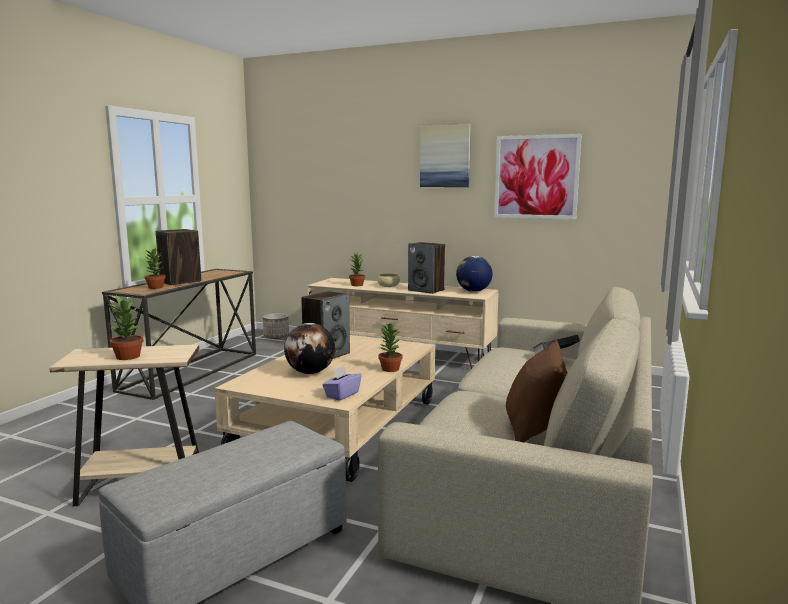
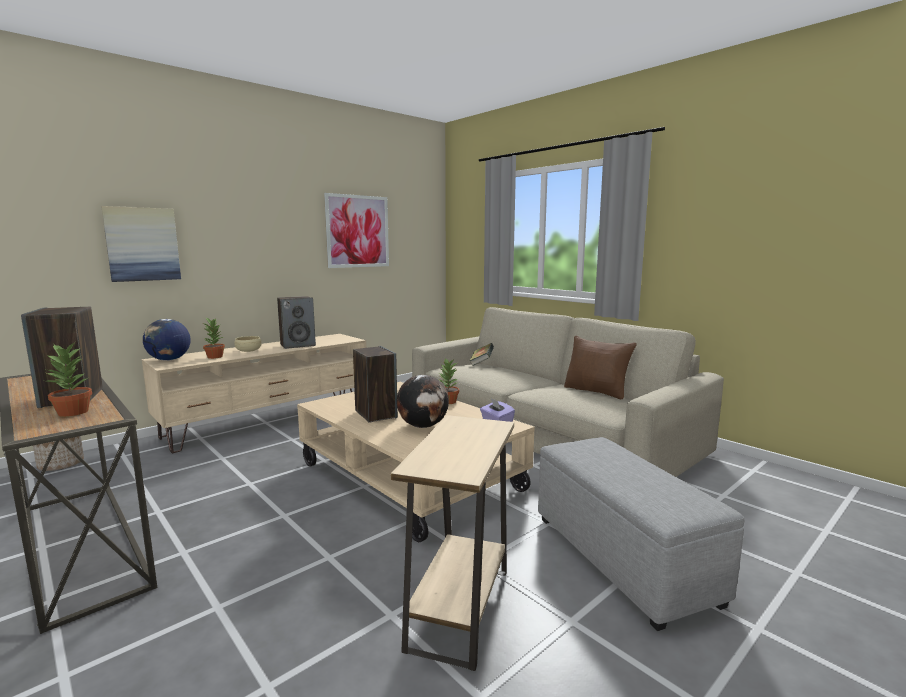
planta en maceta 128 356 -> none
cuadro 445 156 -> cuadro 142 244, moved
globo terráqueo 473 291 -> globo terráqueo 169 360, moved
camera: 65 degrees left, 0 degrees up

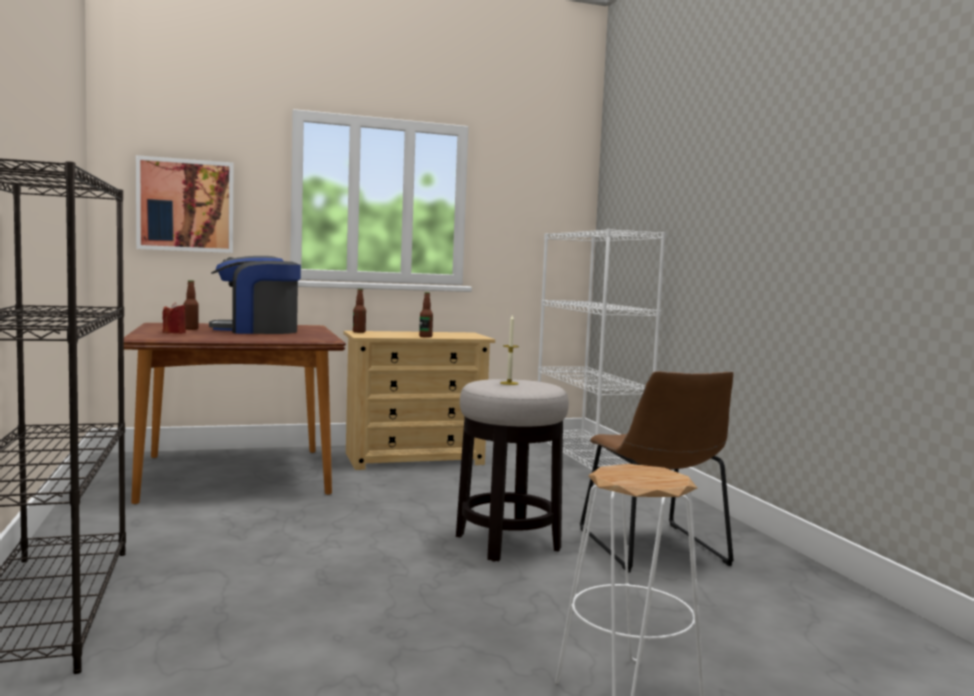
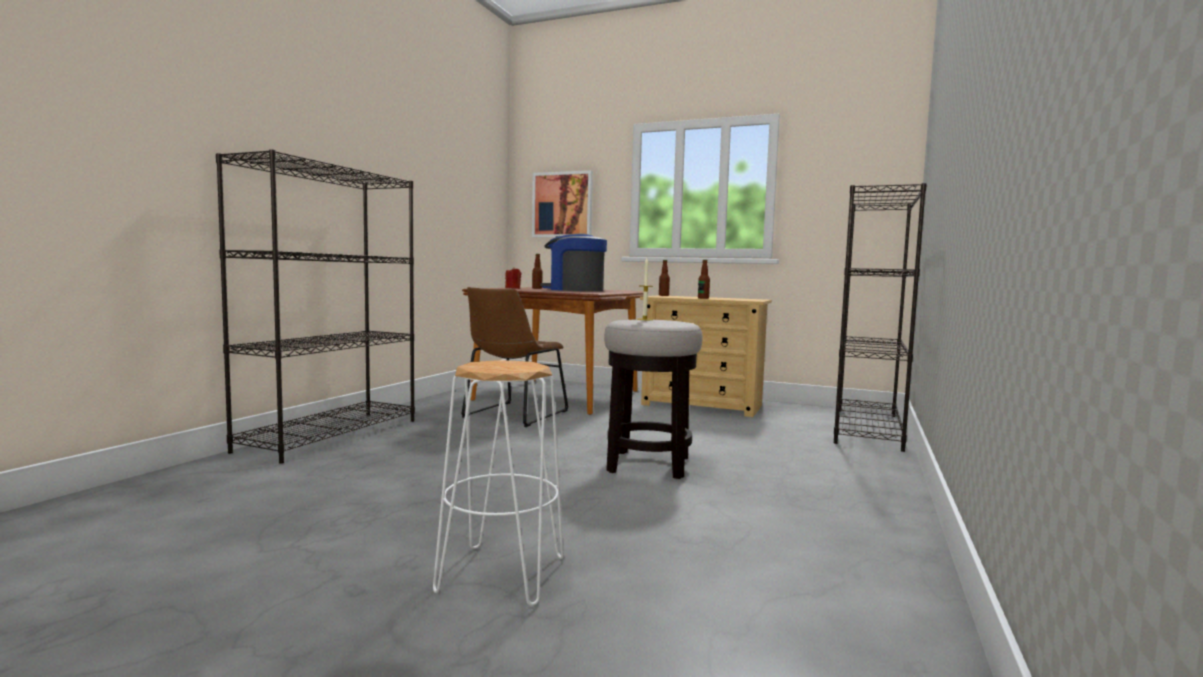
silla/marrón 655 549 -> silla/marrón 513 415, moved
estantería/blanco 588 459 -> estantería/negro 868 429
camera: 40 degrees right, 0 degrees up

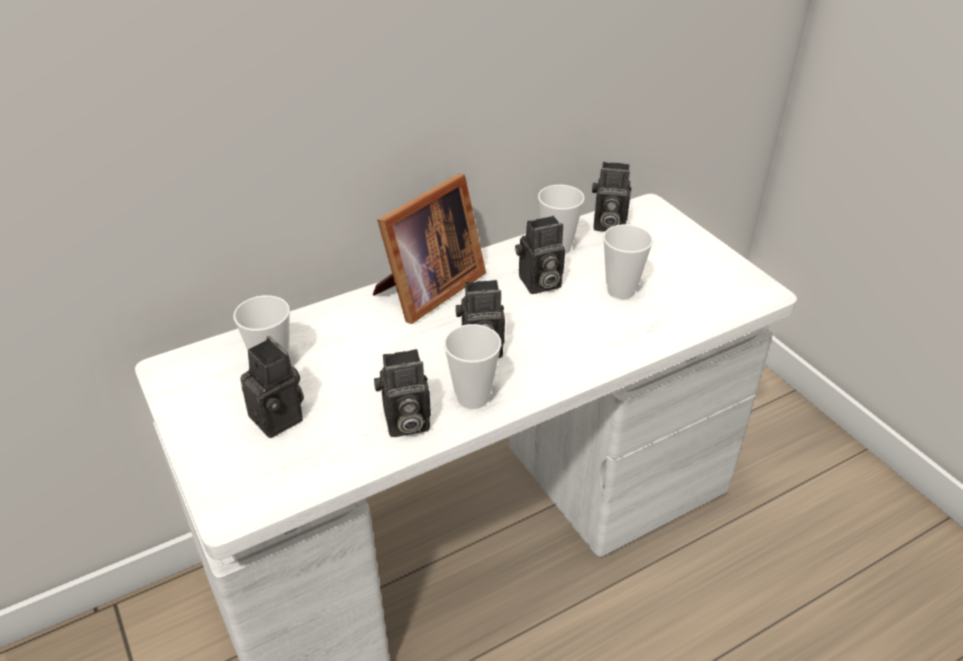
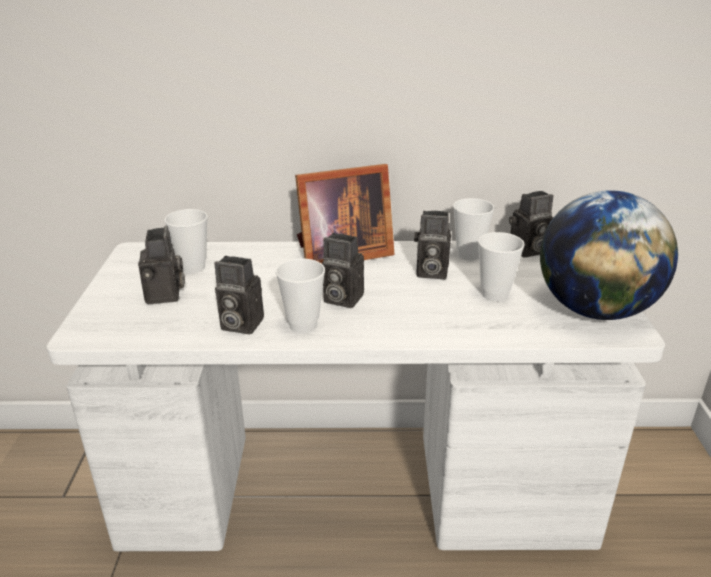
none -> globo terráqueo 595 310
cámara 607 225 -> cámara 527 251, 60 degrees counterclockwise
camera: 30 degrees right, 10 degrees down

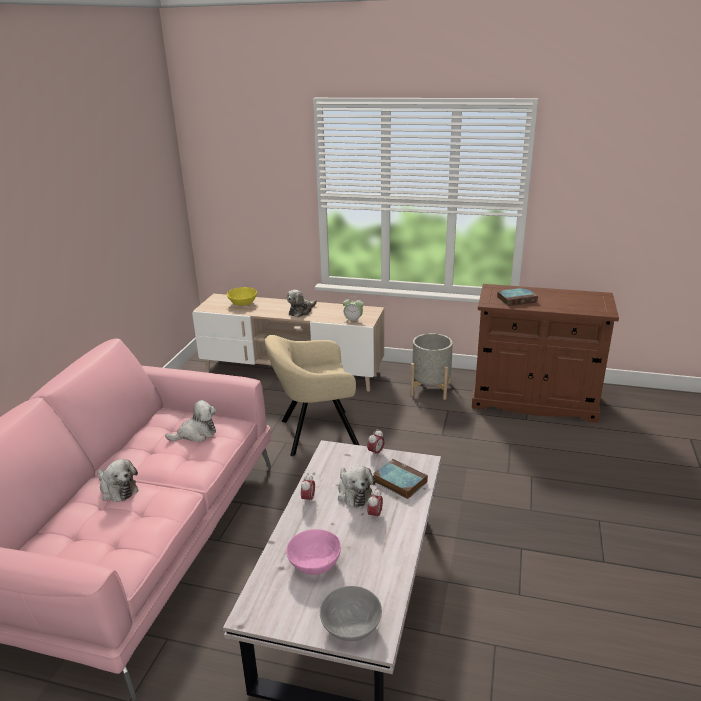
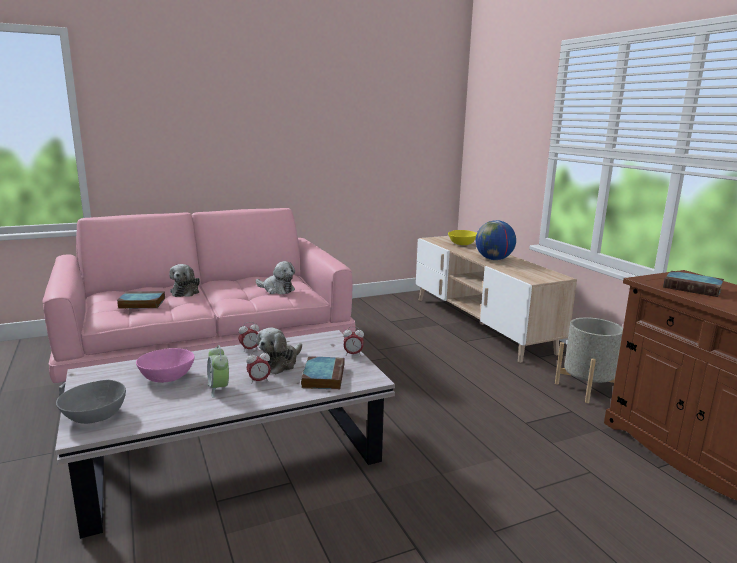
sillón/beis 315 433 -> none
none -> libro 140 303
despertador 353 321 -> despertador 219 389, moved
peluche 301 311 -> globo terráqueo 494 259
camera: 50 degrees right, 10 degrees down

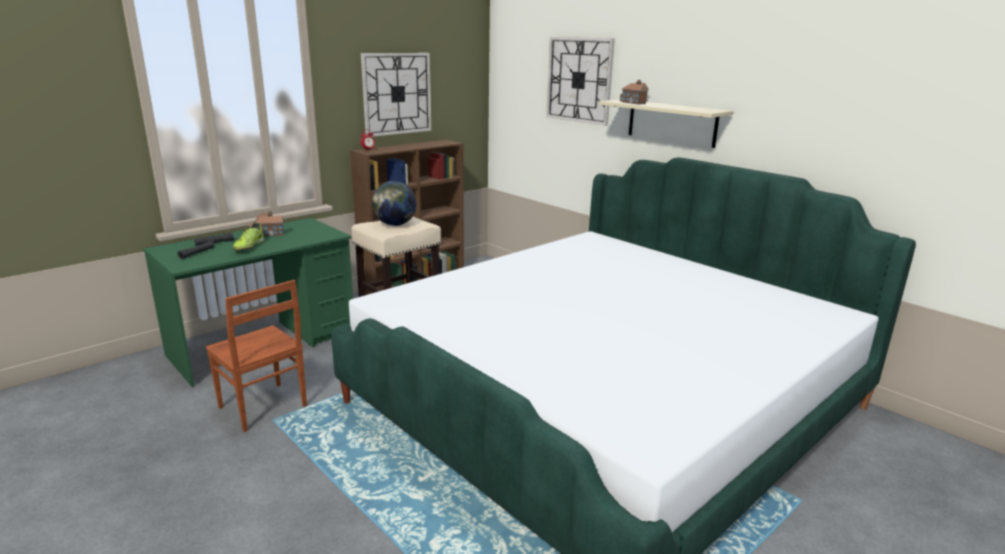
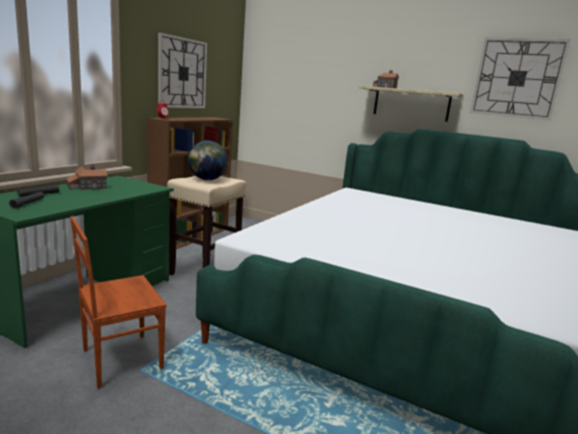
zapato 249 247 -> none
reloj de pared 579 80 -> reloj de pared 517 78, moved
silla/marrón 262 407 -> silla/marrón 120 359, 120 degrees clockwise
camera: 20 degrees left, 5 degrees down

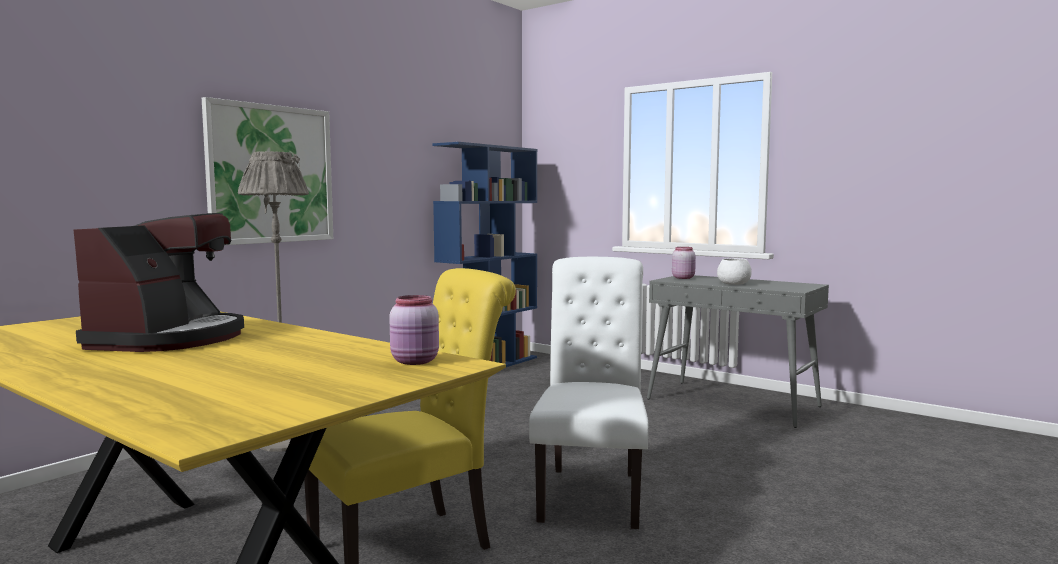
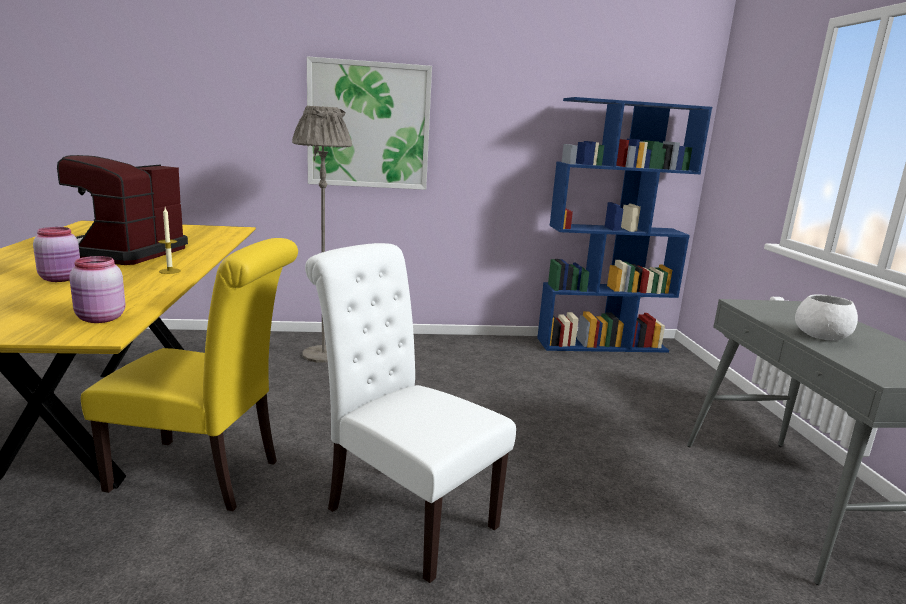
none -> vela 170 271
tarro/rosa 683 278 -> tarro/rosa 62 279, moved
cafetera 170 339 -> cafetera 125 253, 135 degrees clockwise
silla/blanco 592 492 -> silla/blanco 402 513, 105 degrees counterclockwise
camera: 45 degrees right, 10 degrees up

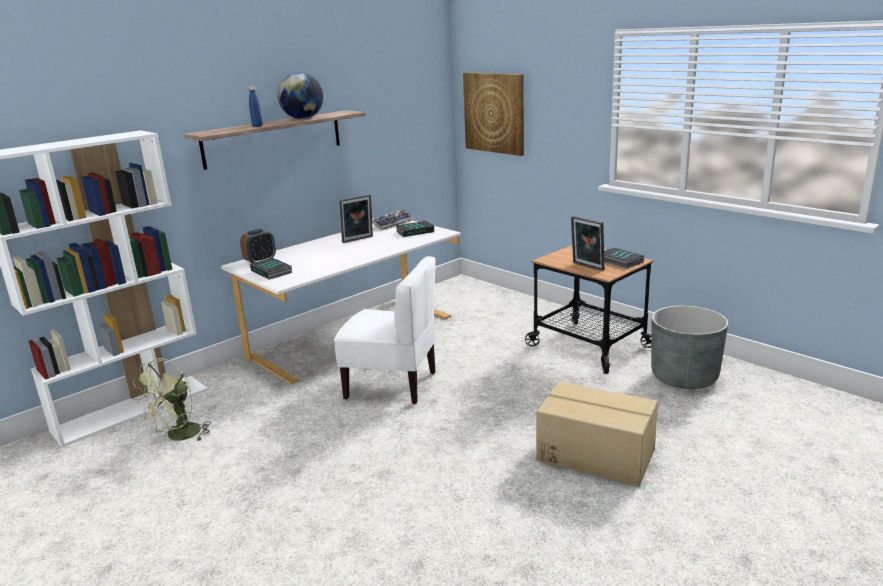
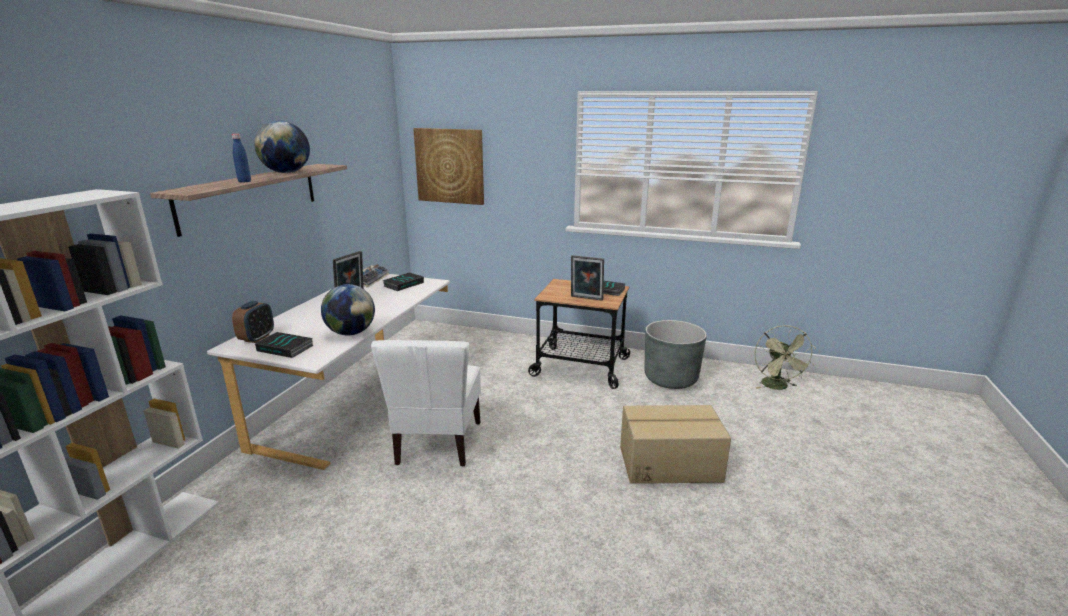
none -> globo terráqueo 351 333
ventilador/verde 179 436 -> ventilador/verde 777 387, moved
silla/blanco 392 384 -> silla/blanco 437 443, 105 degrees clockwise
camera: 30 degrees left, 0 degrees up

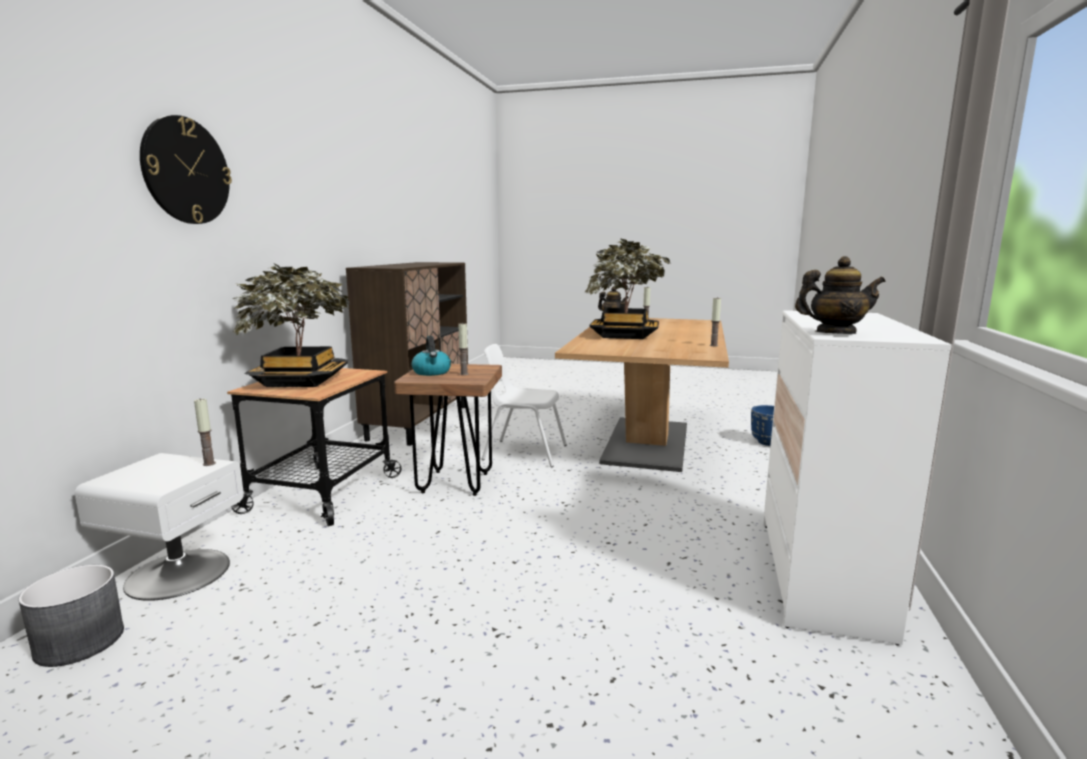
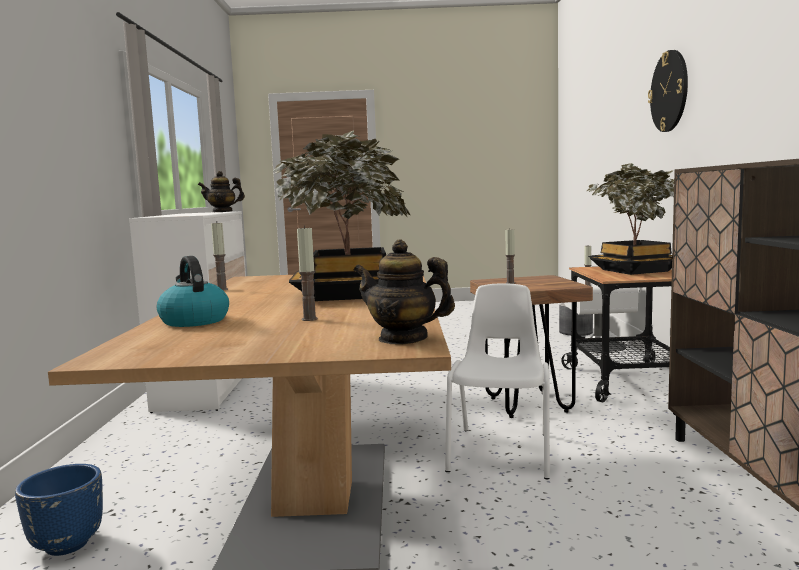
hervidor 432 372 -> hervidor 194 321, moved
silla/blanco 524 452 -> silla/blanco 501 451, 75 degrees counterclockwise
camera: 165 degrees right, 5 degrees down

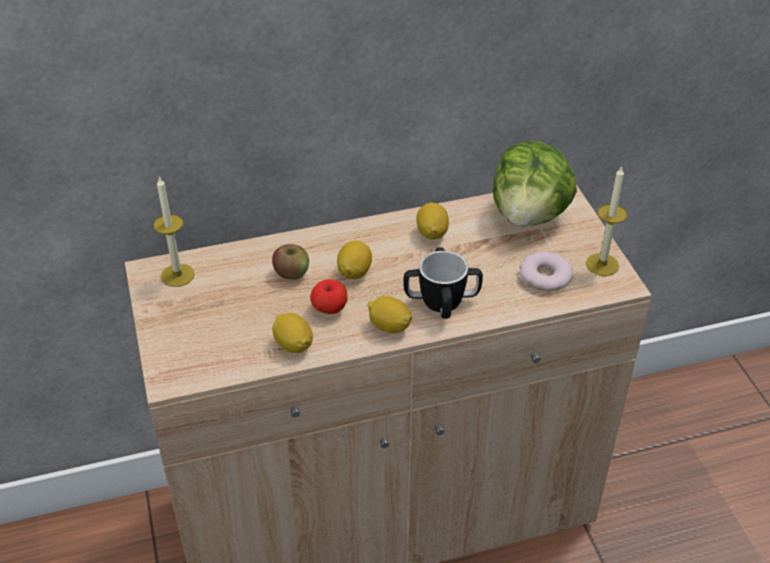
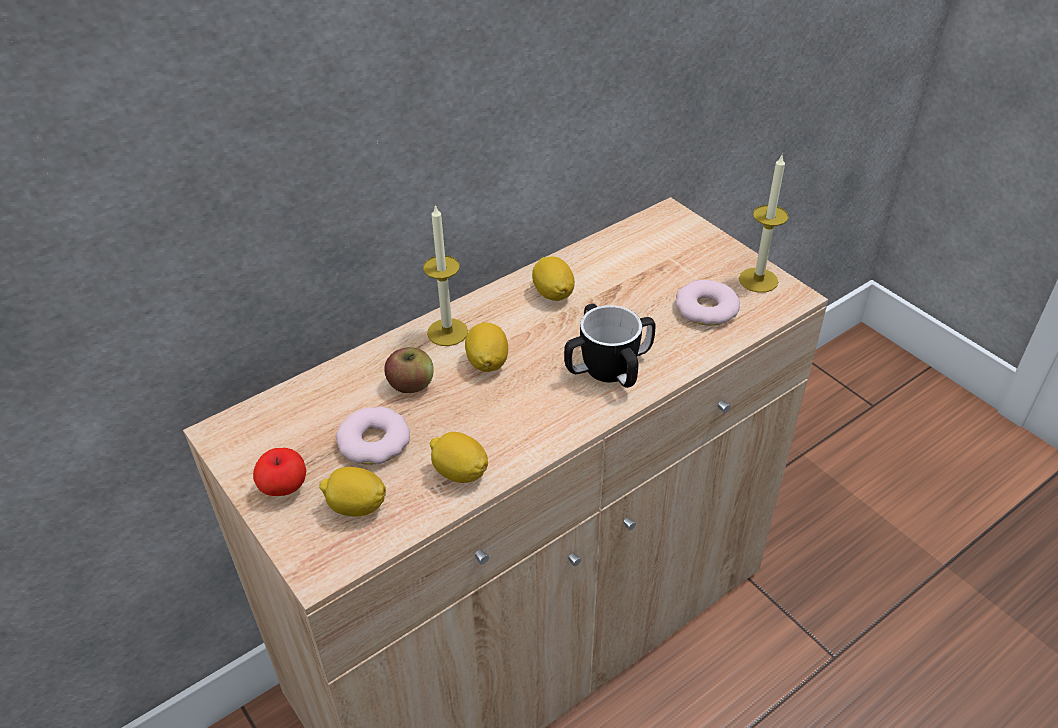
lechuga 529 215 -> none
none -> rosquilla 374 441
vela 177 275 -> vela 447 332, moved
manzana 329 309 -> manzana 284 488, moved
limón 389 326 -> limón 356 506, moved
camera: 20 degrees left, 0 degrees up

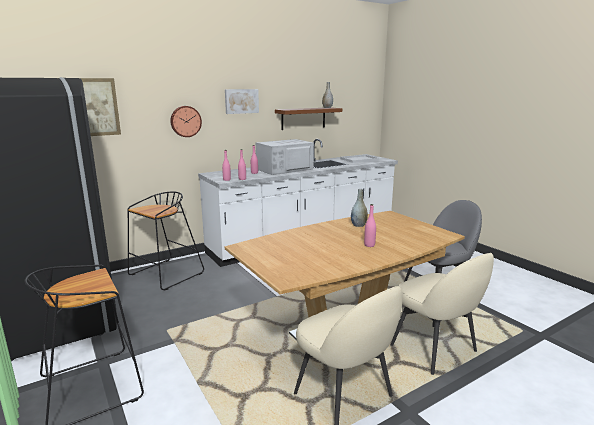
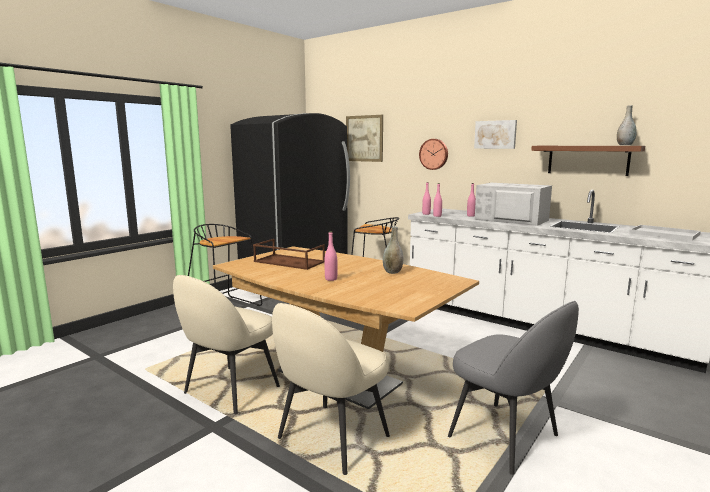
none -> bandeja/marrón 288 262
camera: 70 degrees right, 5 degrees down

